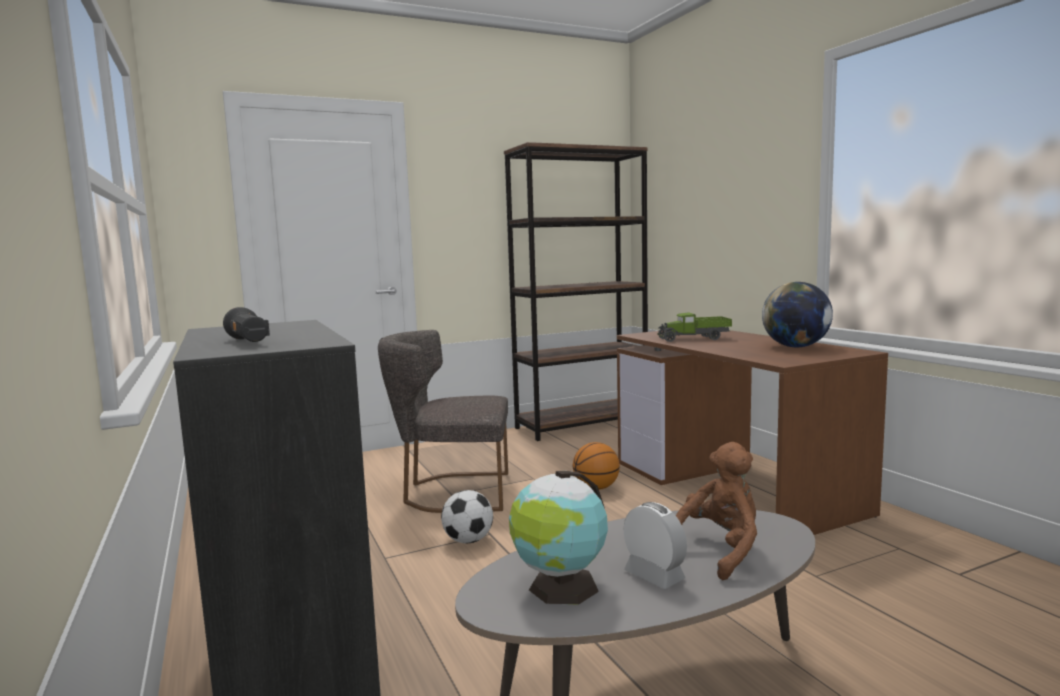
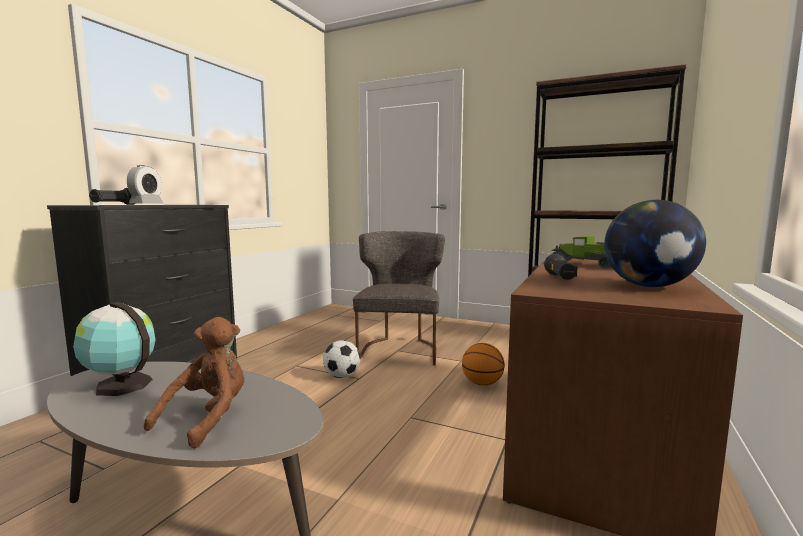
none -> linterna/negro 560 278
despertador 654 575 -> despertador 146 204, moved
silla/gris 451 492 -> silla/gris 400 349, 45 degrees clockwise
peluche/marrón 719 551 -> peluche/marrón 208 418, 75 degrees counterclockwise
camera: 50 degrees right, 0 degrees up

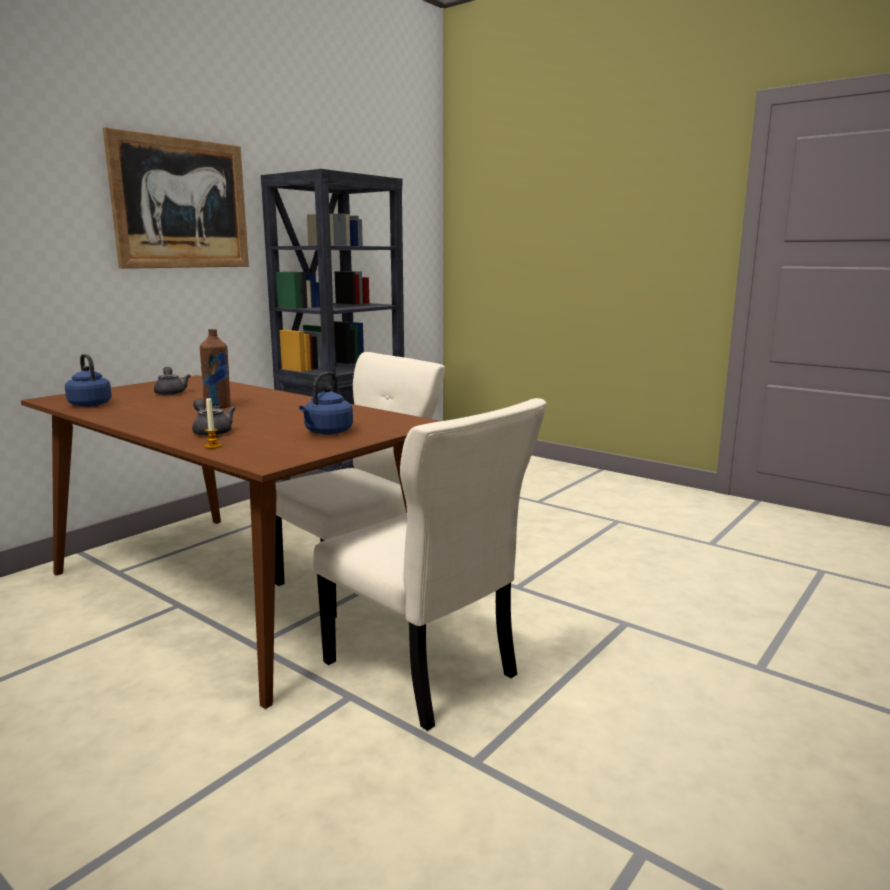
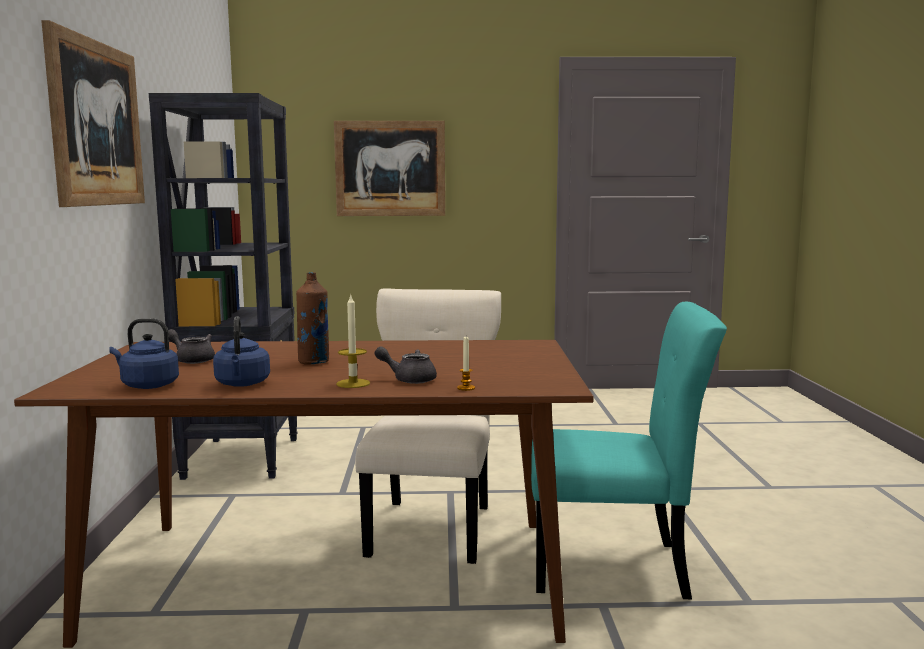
none -> cuadro 390 168
none -> vela 353 383
hervidor/azul 327 432 -> hervidor/azul 242 384, moved
silla/beis 424 672 -> silla/turquesa 616 567
camera: 40 degrees left, 5 degrees down

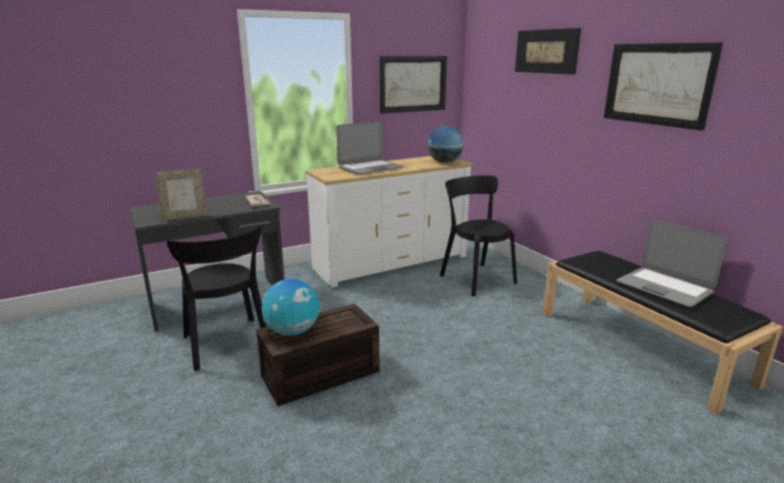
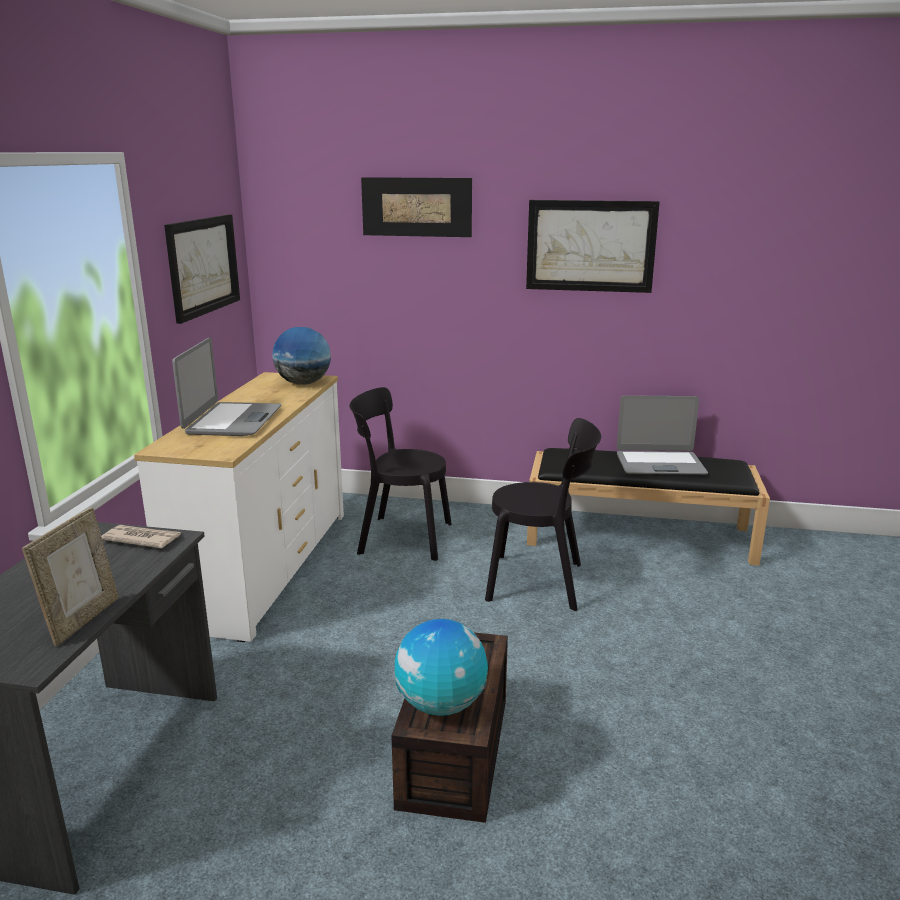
silla/negro 227 345 -> silla/negro 541 583, moved
camera: 50 degrees left, 0 degrees up

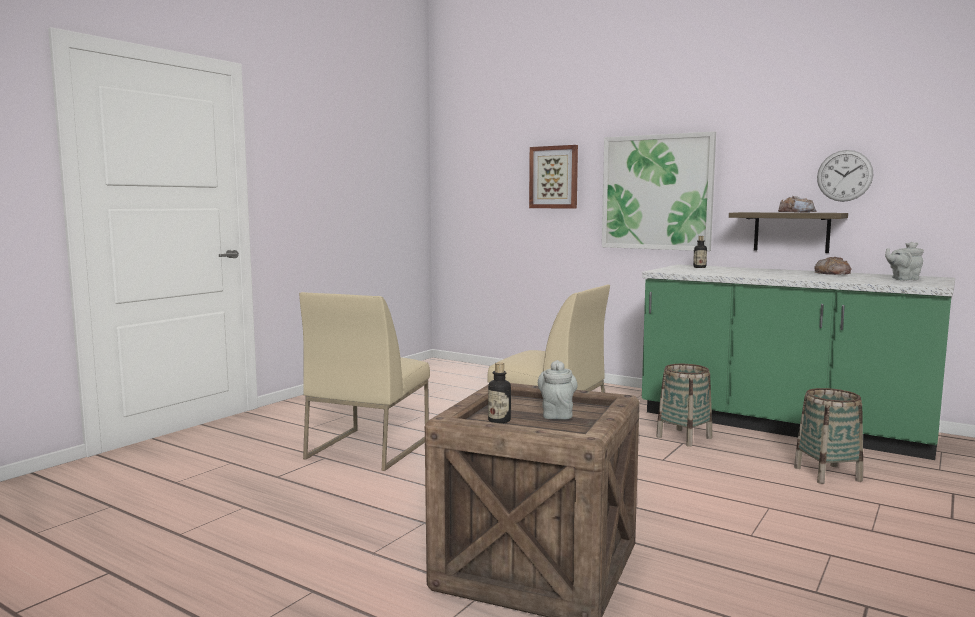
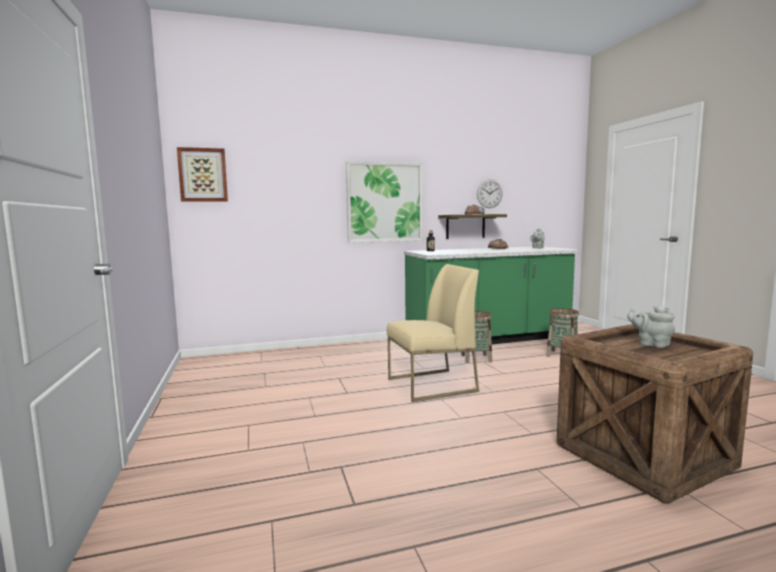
silla/beis 368 448 -> none
botella 499 420 -> none
cuadro 554 177 -> cuadro 203 175, moved
camera: 50 degrees left, 0 degrees up

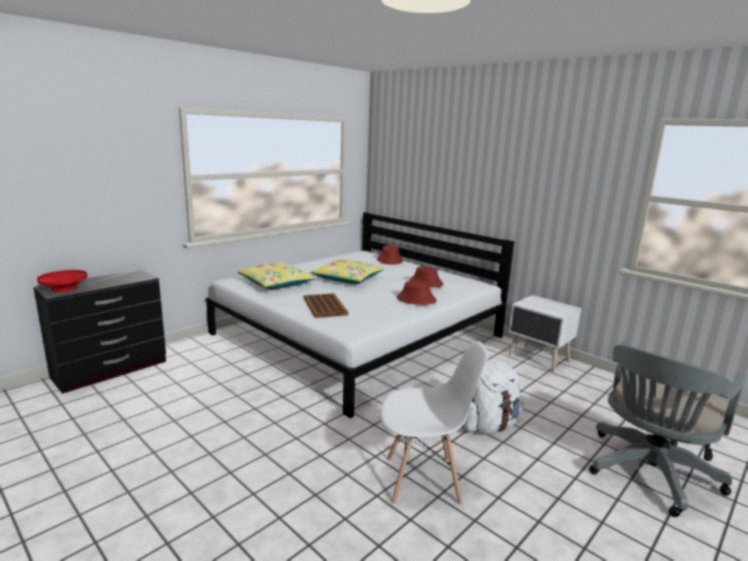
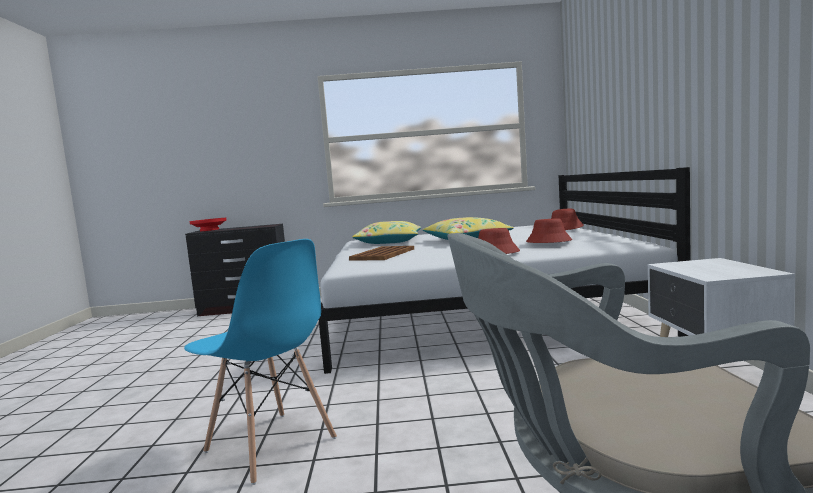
mochila/blanco 487 425 -> none
silla/blanco 423 480 -> silla/azul 270 446
camera: 45 degrees right, 10 degrees down

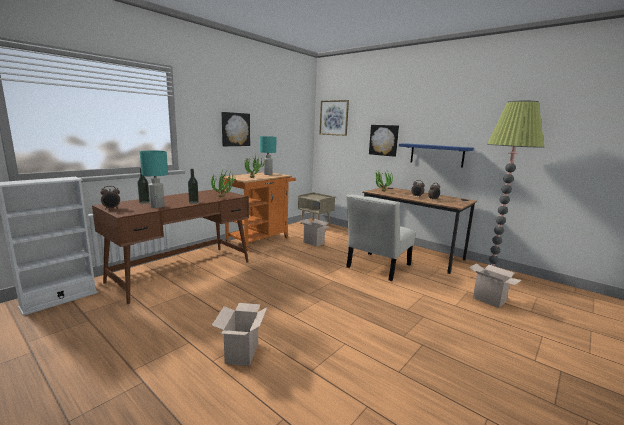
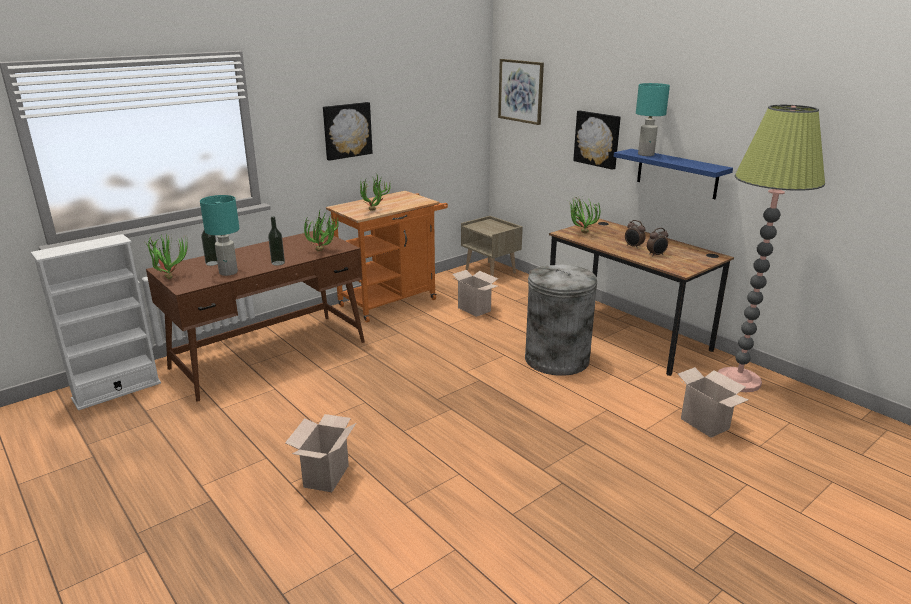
lámpara de mesa/turquesa 268 174 -> lámpara de mesa/turquesa 645 154, moved
despertador 111 208 -> planta en maceta 170 276
silla/blanco 376 267 -> papelera/gris 556 359
camera: 10 degrees right, 10 degrees up

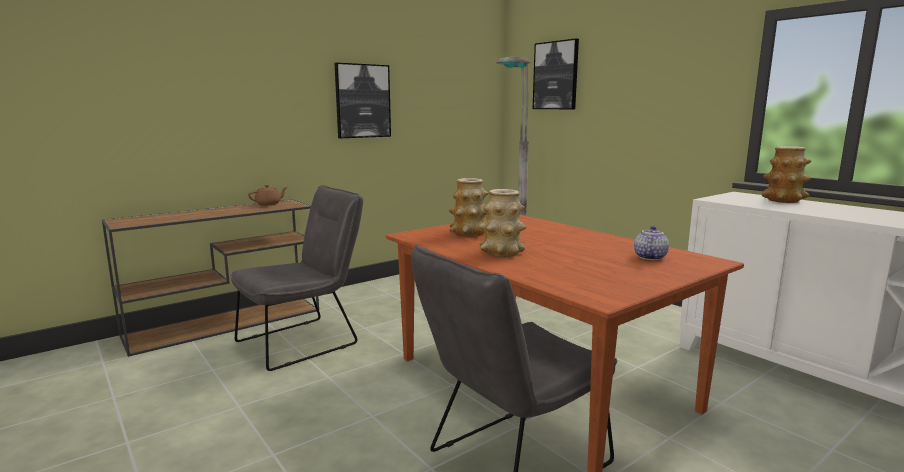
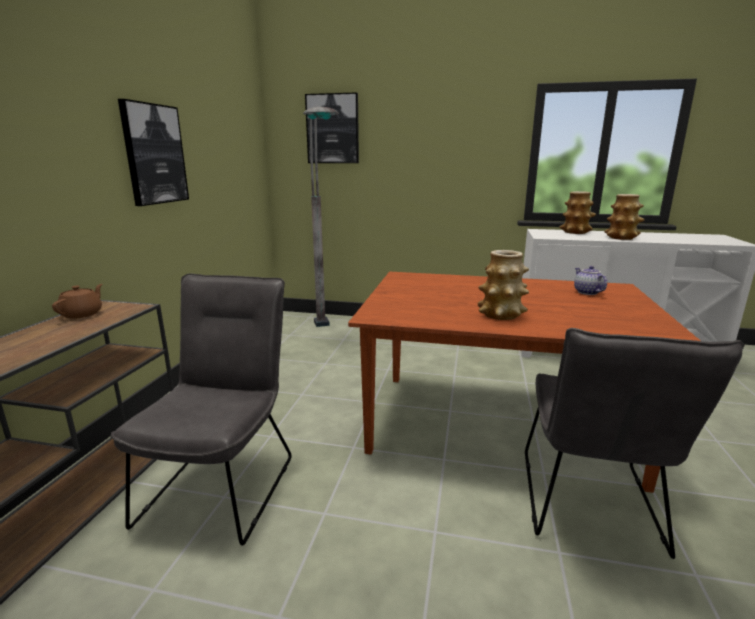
florero 469 233 -> florero 621 238, moved
camera: 40 degrees left, 5 degrees up

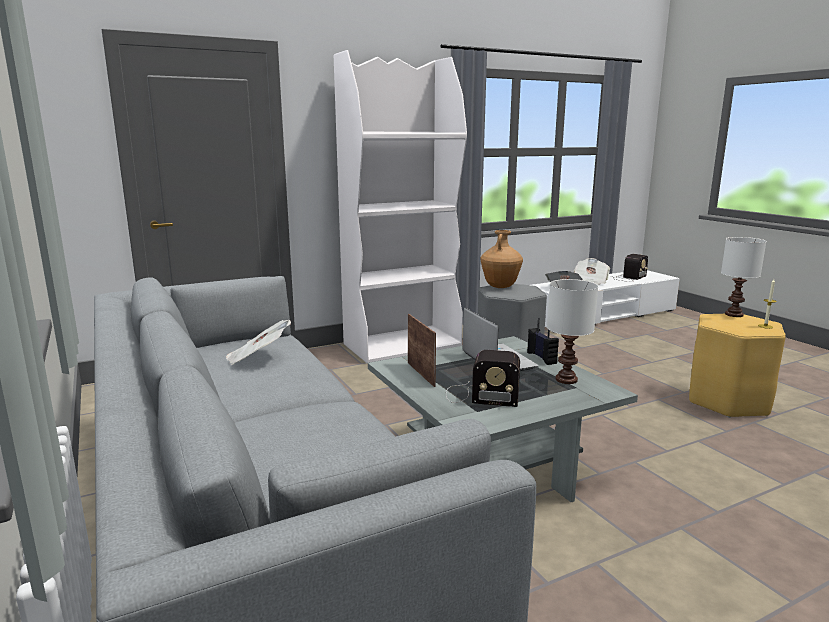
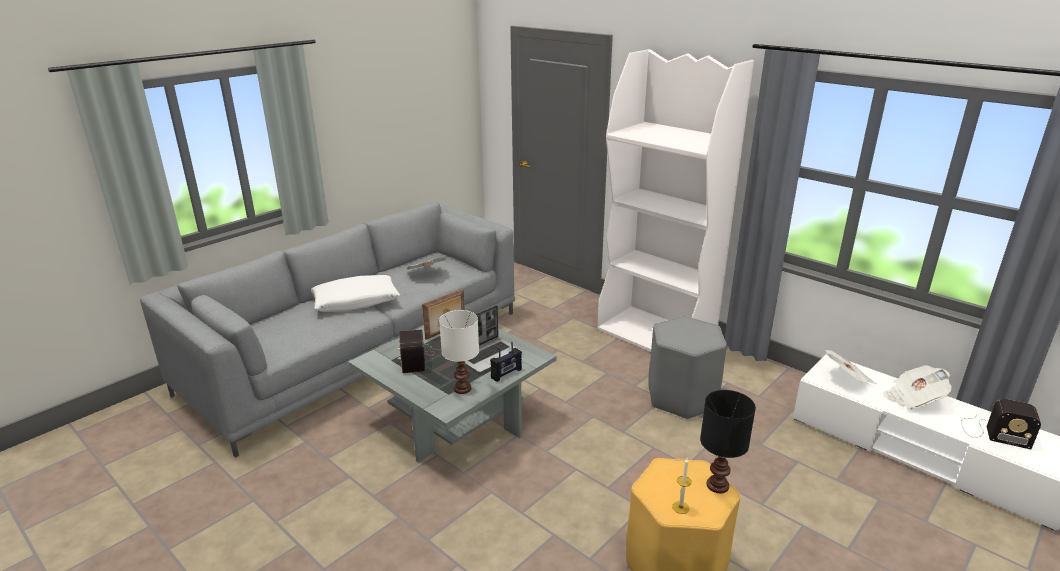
florero/marrón 500 287 -> none
none -> cojín/blanco 356 302
lámpara de mesa/blanco 733 314 -> lámpara de mesa/negro 717 485
camera: 70 degrees right, 10 degrees up

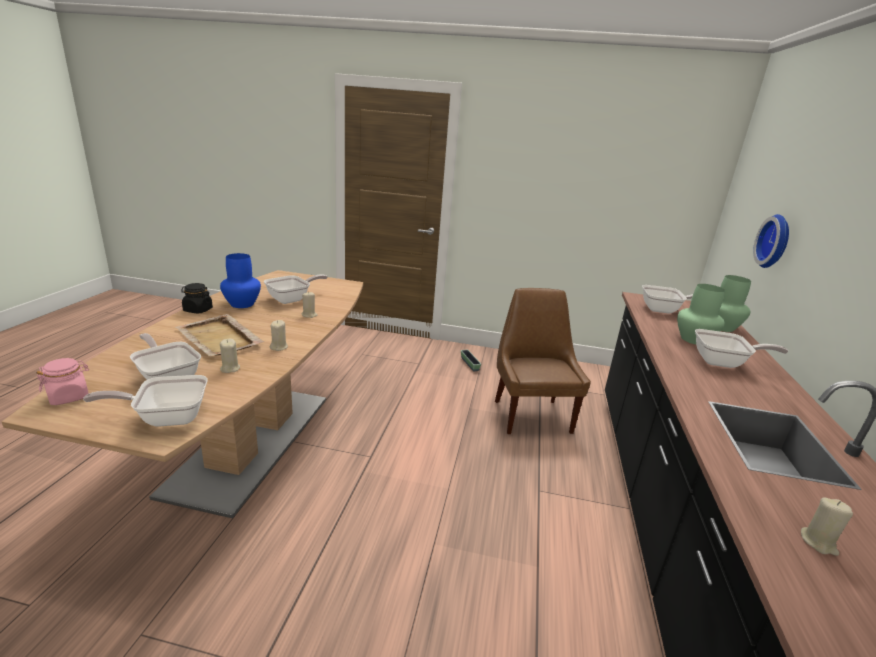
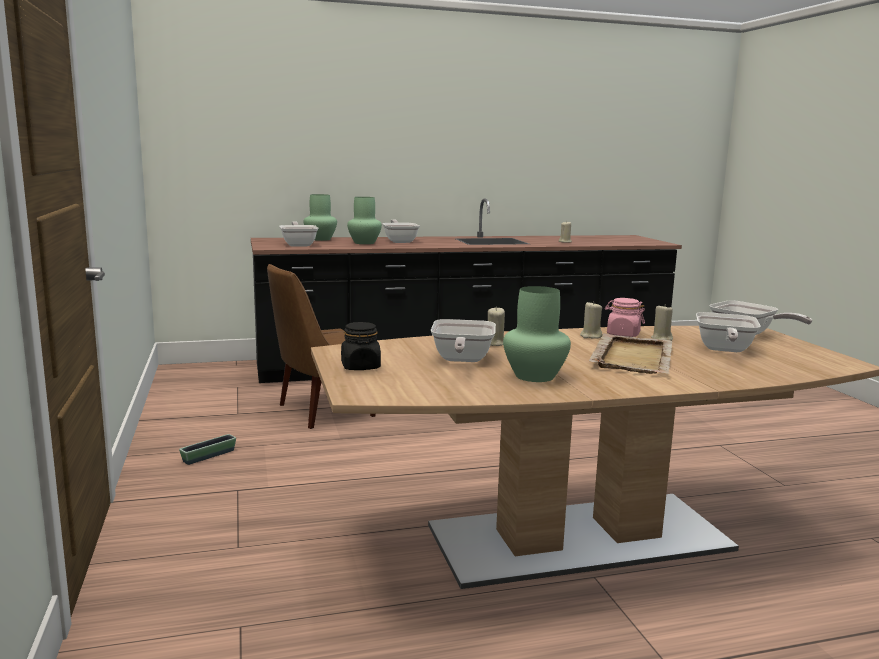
reloj de pared 776 242 -> none
tarro/rosa 69 396 -> tarro/rosa 623 334, moved
tarro/negro 197 310 -> tarro/negro 360 367, moved
florero/azul 243 304 -> florero/verde 533 376
sartén 292 299 -> sartén 461 360, 105 degrees counterclockwise
camera: 115 degrees left, 10 degrees down

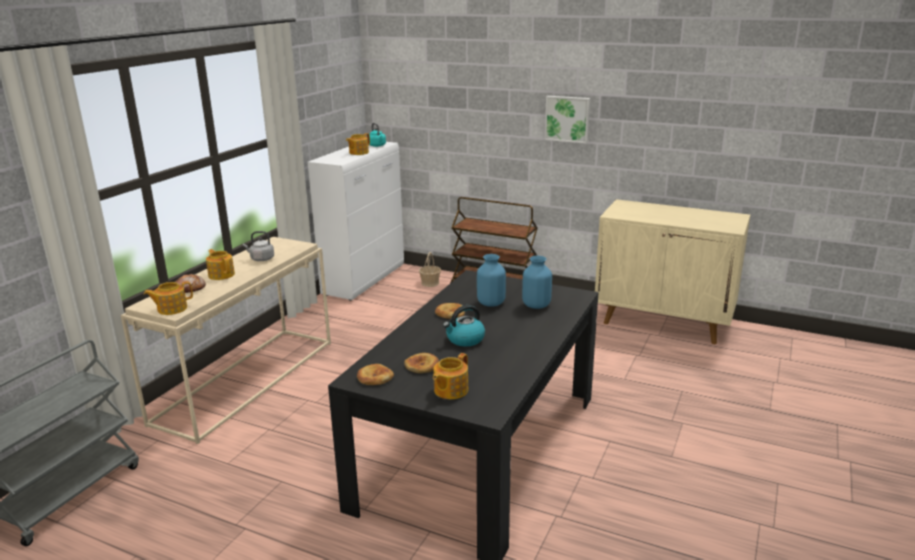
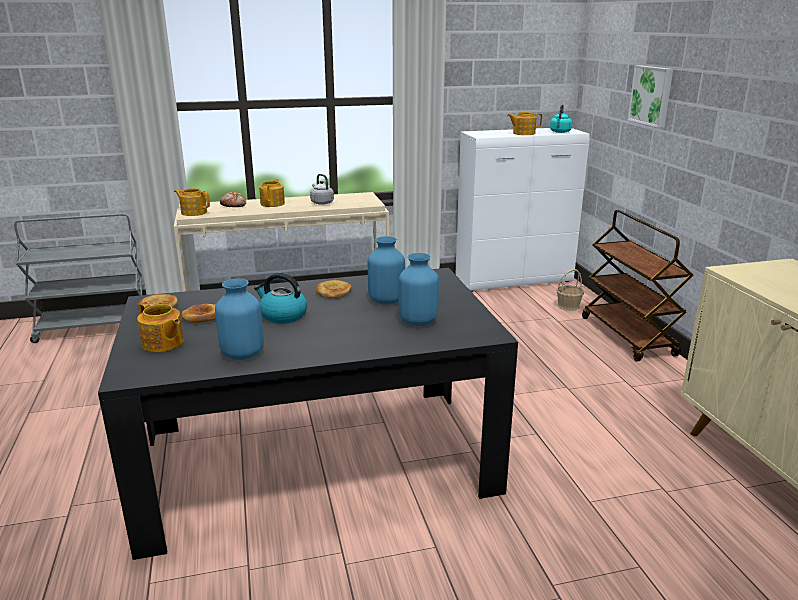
none -> florero/azul 242 354
cuadro 567 119 -> cuadro 652 95, moved
tetera 450 390 -> tetera 163 343, 135 degrees counterclockwise
camera: 50 degrees right, 0 degrees up

